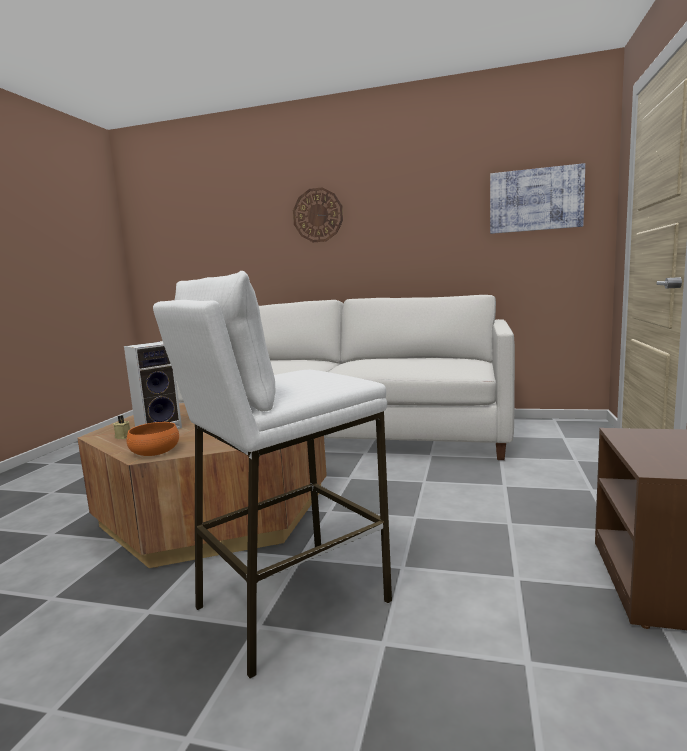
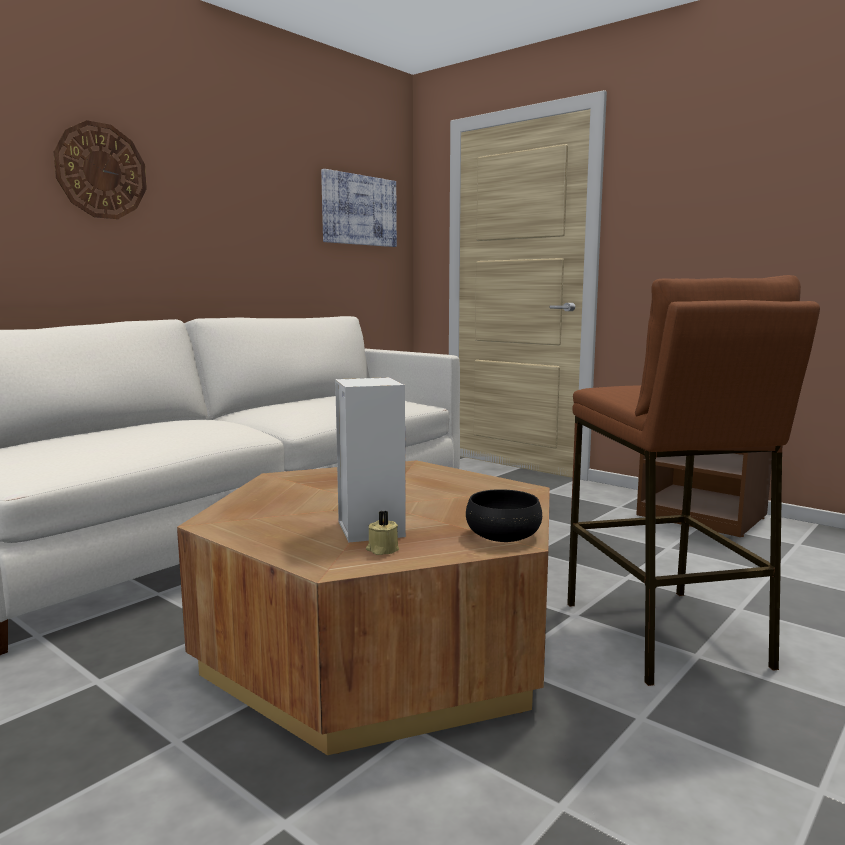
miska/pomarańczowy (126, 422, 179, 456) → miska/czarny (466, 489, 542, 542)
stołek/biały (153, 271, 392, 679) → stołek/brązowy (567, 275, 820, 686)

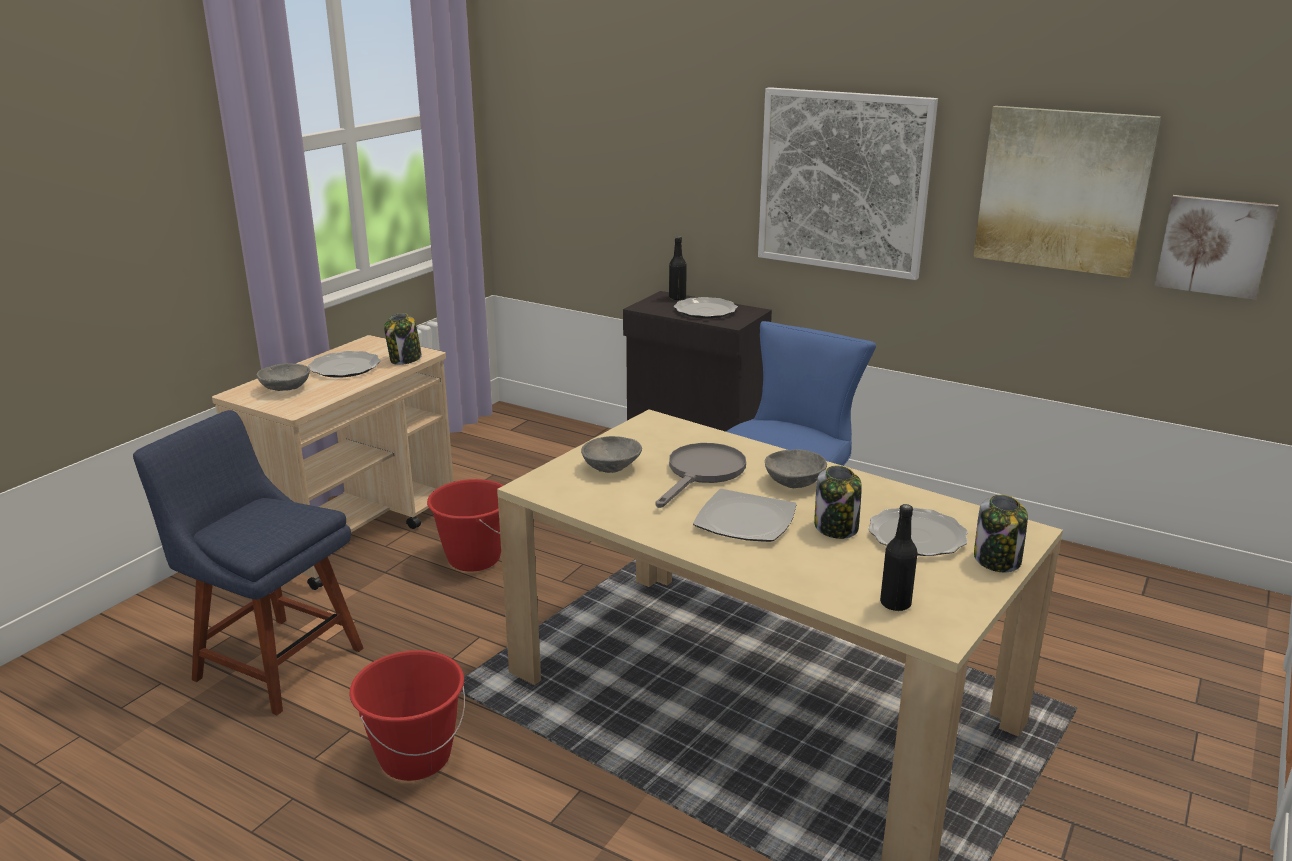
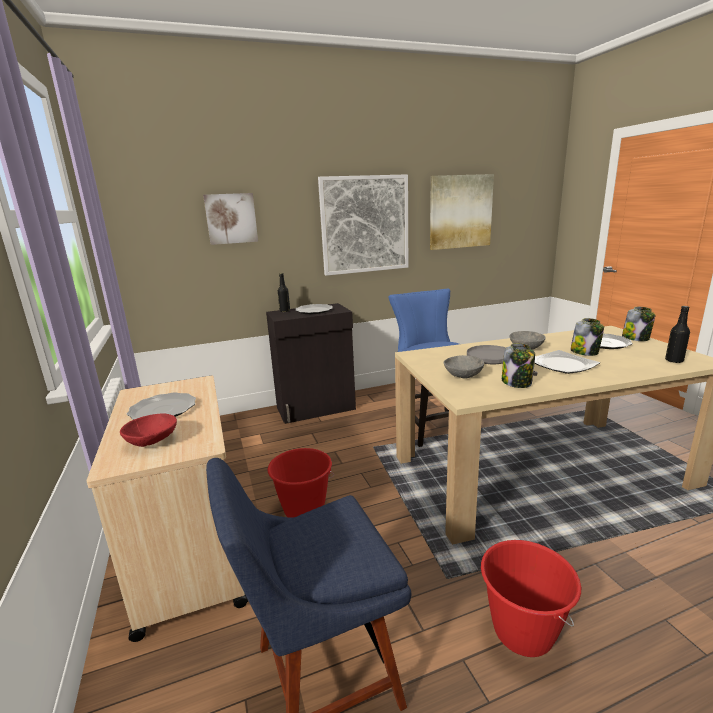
miska/szary (256, 363, 310, 391) → miska/czerwony (120, 414, 177, 447)
obraz (1154, 195, 1278, 300) → obraz (203, 193, 258, 245), relocated
słoik (384, 313, 422, 365) → słoik (502, 343, 535, 388), relocated

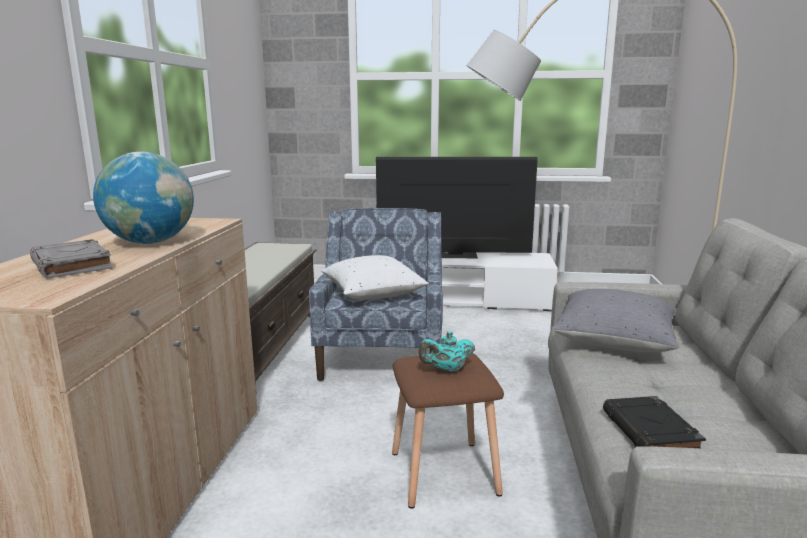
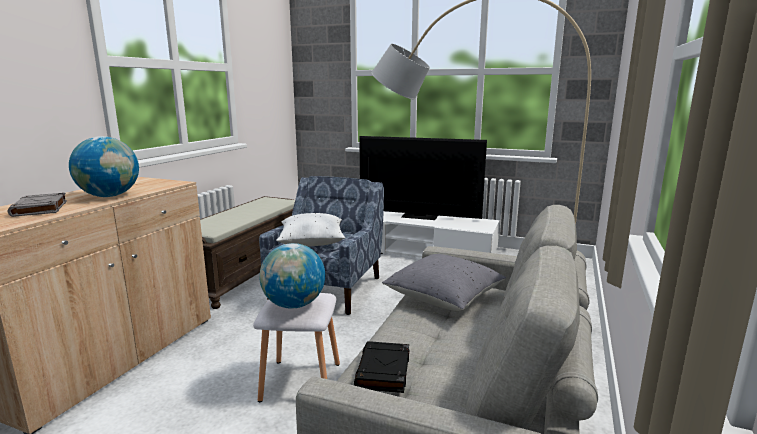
stołek/brązowy (392, 353, 504, 509) → stołek/biały (253, 293, 340, 402)
imbryk/turkusowy (418, 331, 475, 373) → globus (259, 243, 325, 309)

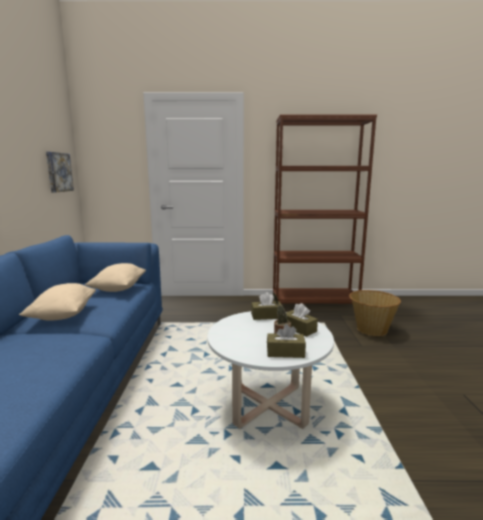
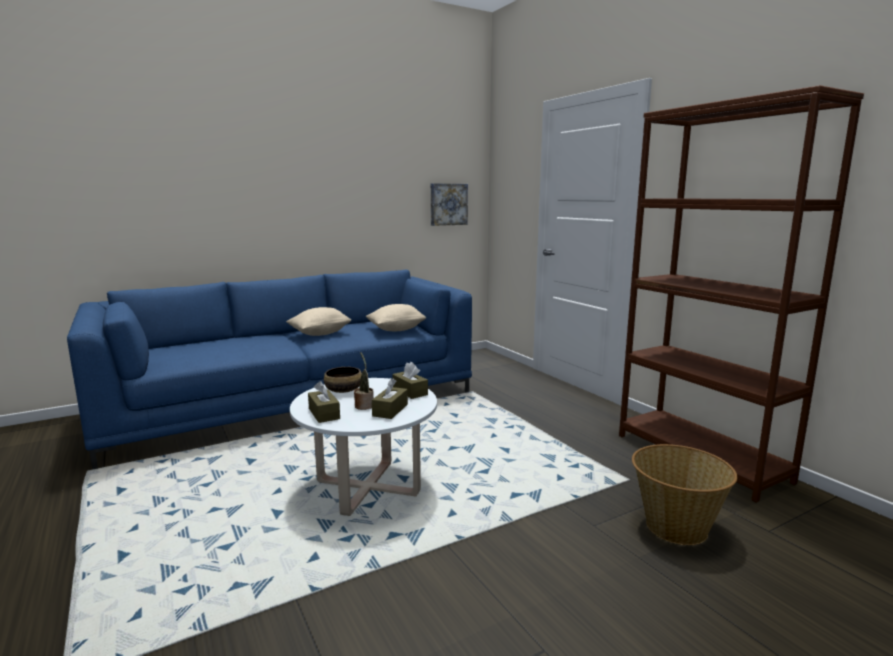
- → miska (324, 367, 362, 393)

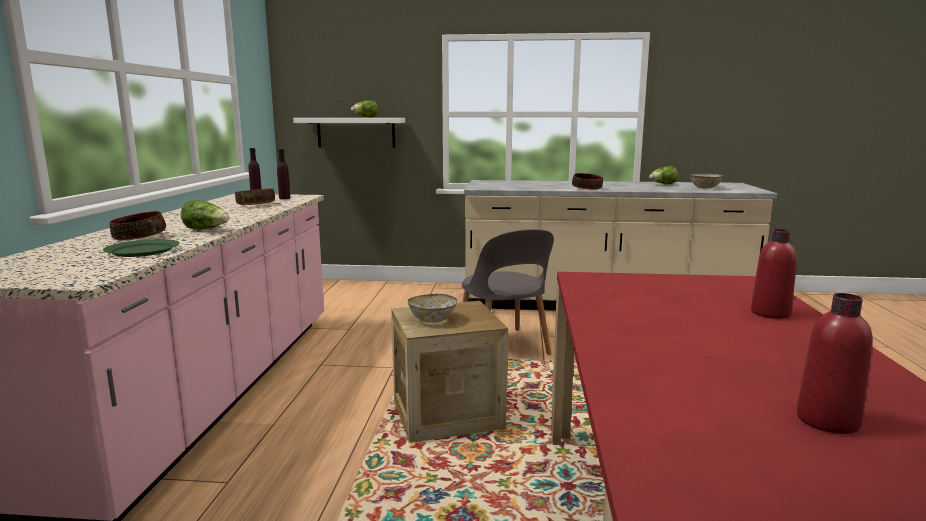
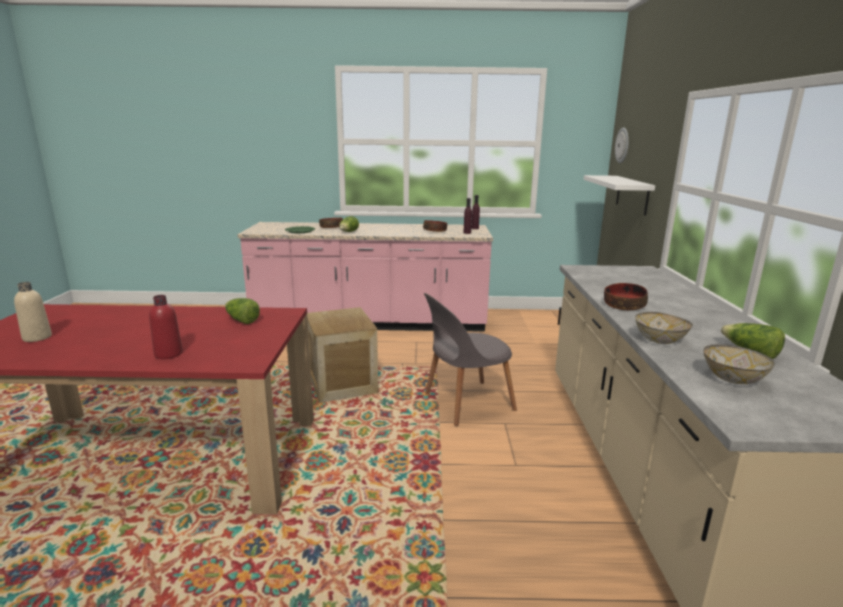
butelka/czerwony (796, 293, 873, 434) → butelka/beżowy (14, 282, 52, 342)
sałata (351, 100, 378, 117) → sałata (225, 298, 260, 324), relocated
- → zegar ścienny (615, 127, 629, 163)
miska (408, 294, 457, 323) → miska (635, 312, 693, 344), relocated

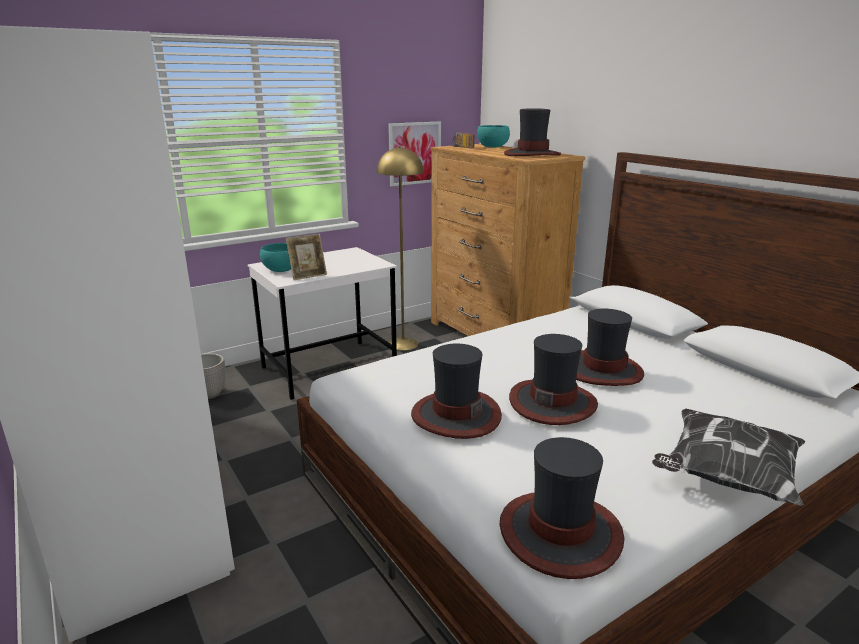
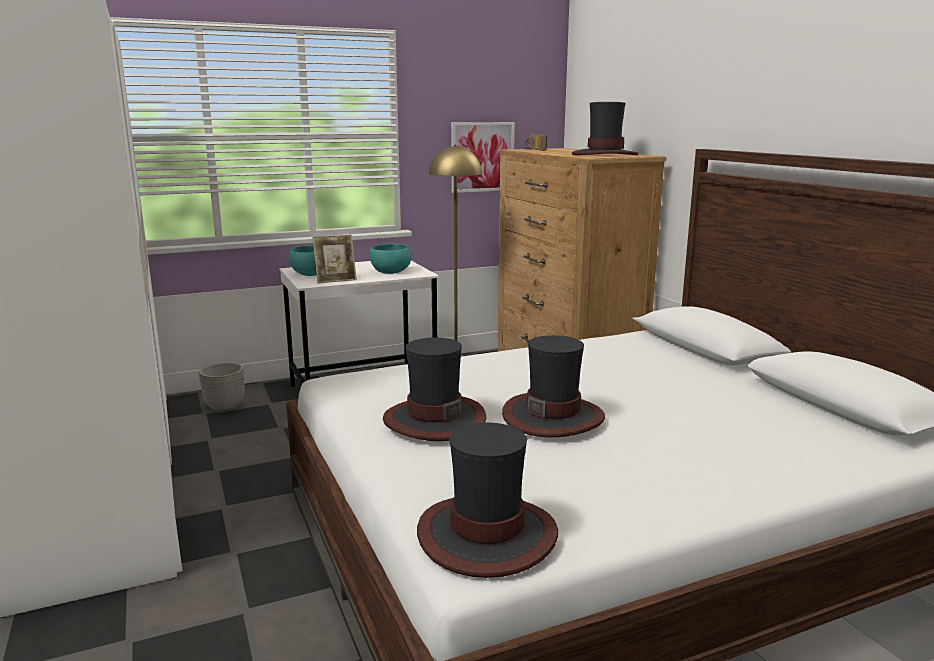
miska/turkusowy (477, 125, 510, 147) → miska/turkusowy (369, 244, 411, 274), relocated
kapelusz (576, 309, 644, 386) → -
poduszka (652, 409, 805, 506) → -

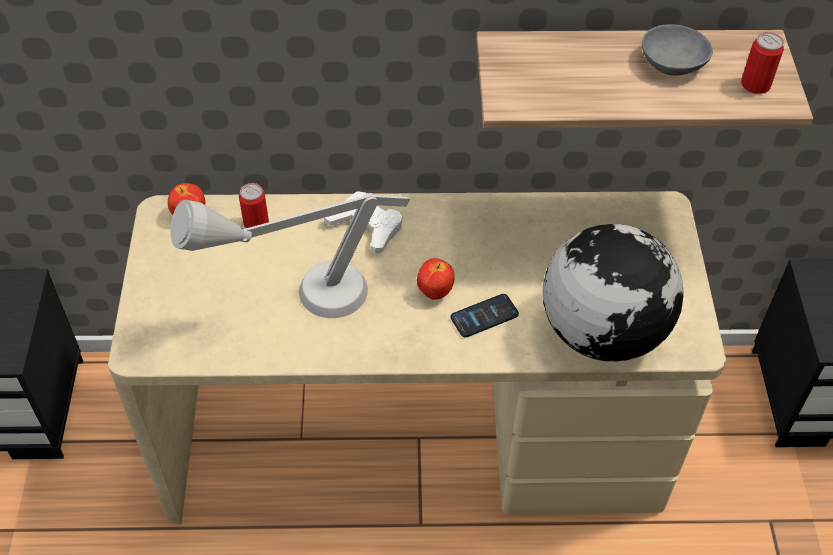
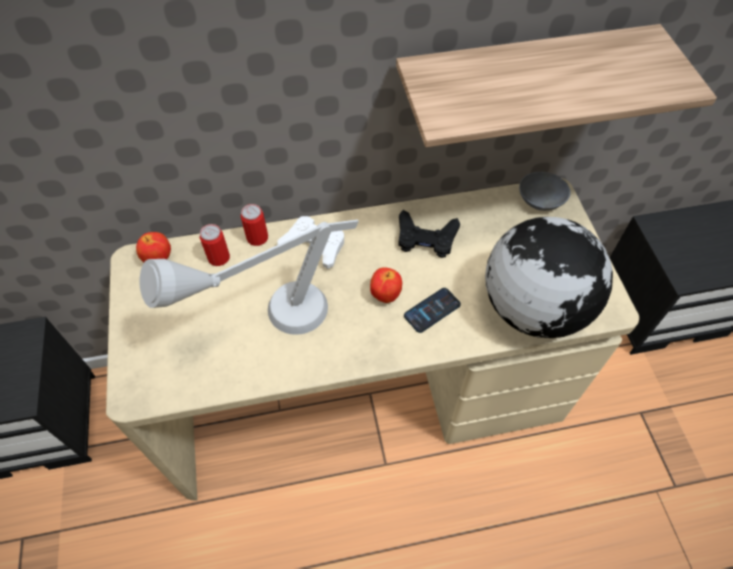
puszka (741, 32, 784, 94) → puszka (241, 204, 268, 246), relocated
- → pad do gier/czarny (398, 210, 460, 258)
miska/szary (642, 24, 713, 76) → miska/szary (519, 172, 571, 211), relocated

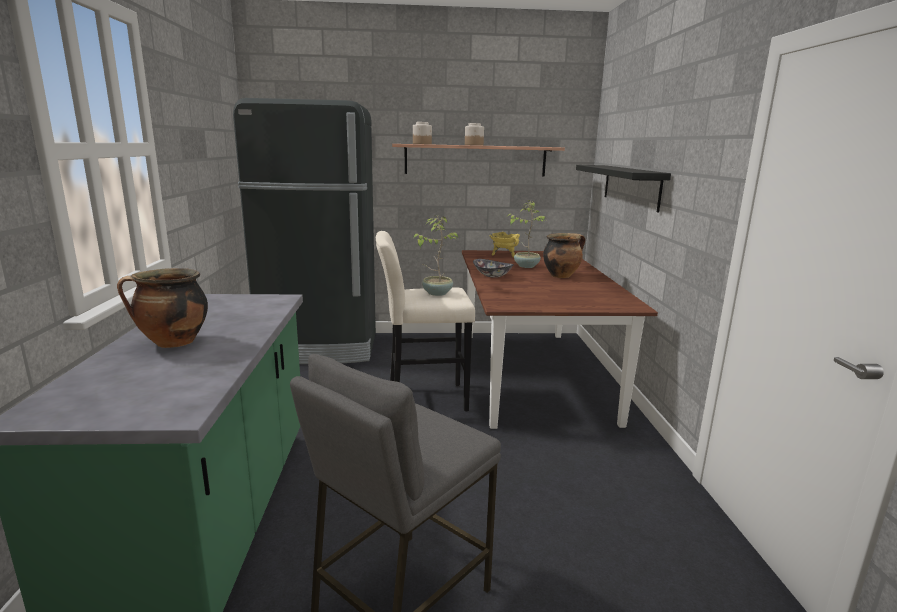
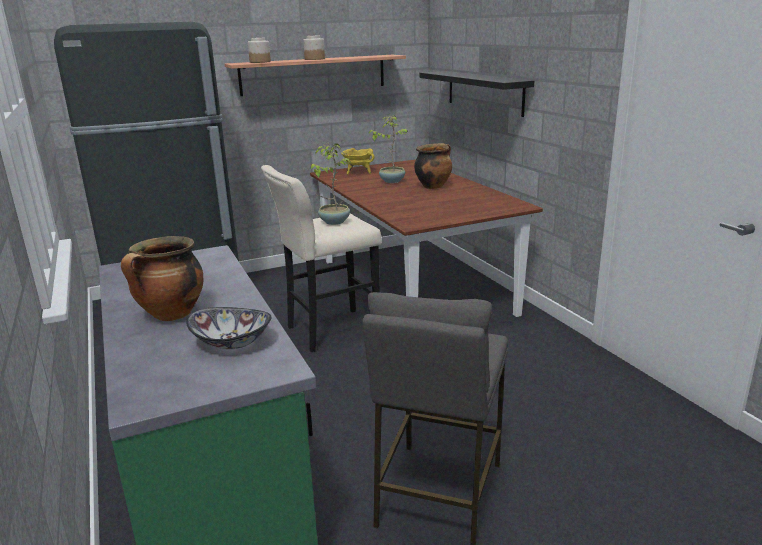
miska (473, 259, 514, 278) → miska (187, 307, 271, 349), relocated

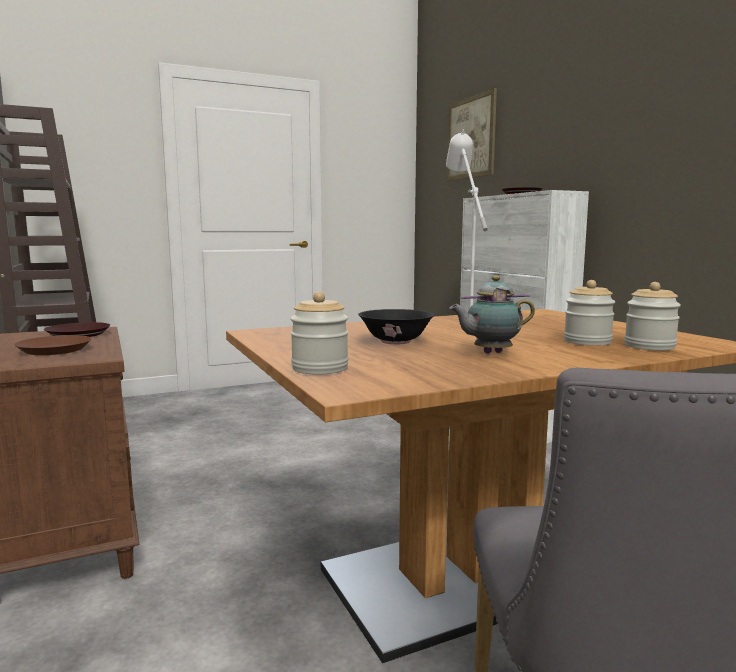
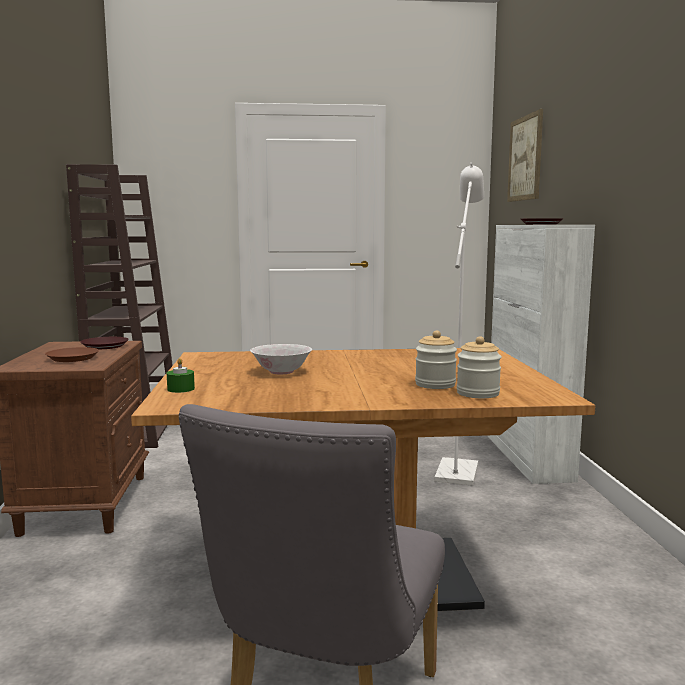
słoik (290, 292, 349, 375) → świeca/zielony (167, 358, 195, 393)
miska/czarny (358, 309, 434, 344) → miska/biały (250, 344, 312, 374)
imbryk (449, 275, 535, 354) → -

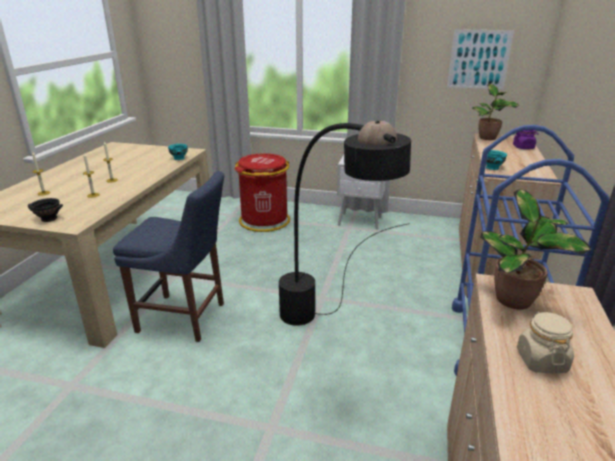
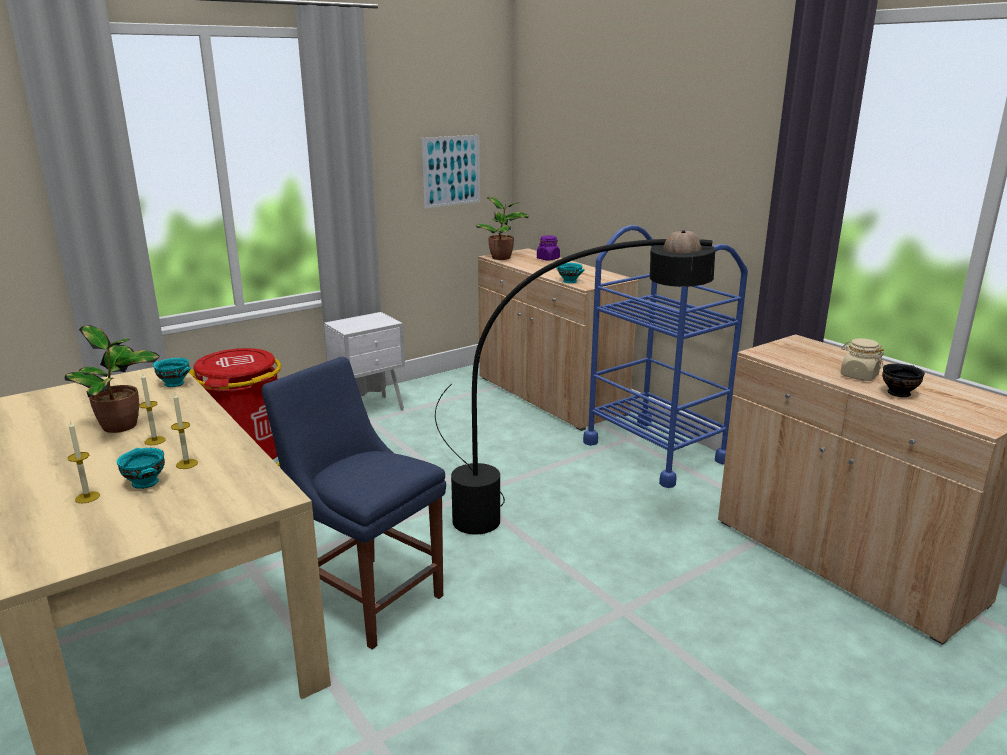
roślina doniczkowa (480, 189, 591, 309) → roślina doniczkowa (65, 325, 160, 433), relocated
- → miska/turkusowy (117, 448, 165, 489)
krzesło/niebieski (113, 171, 224, 342) → krzesło/niebieski (262, 357, 446, 650), 105 degrees counterclockwise
miska/czarny (28, 198, 63, 222) → miska/czarny (882, 364, 925, 397), relocated

